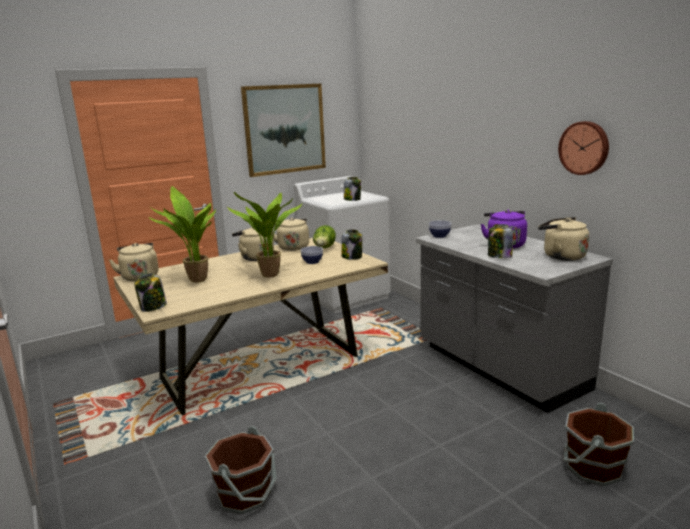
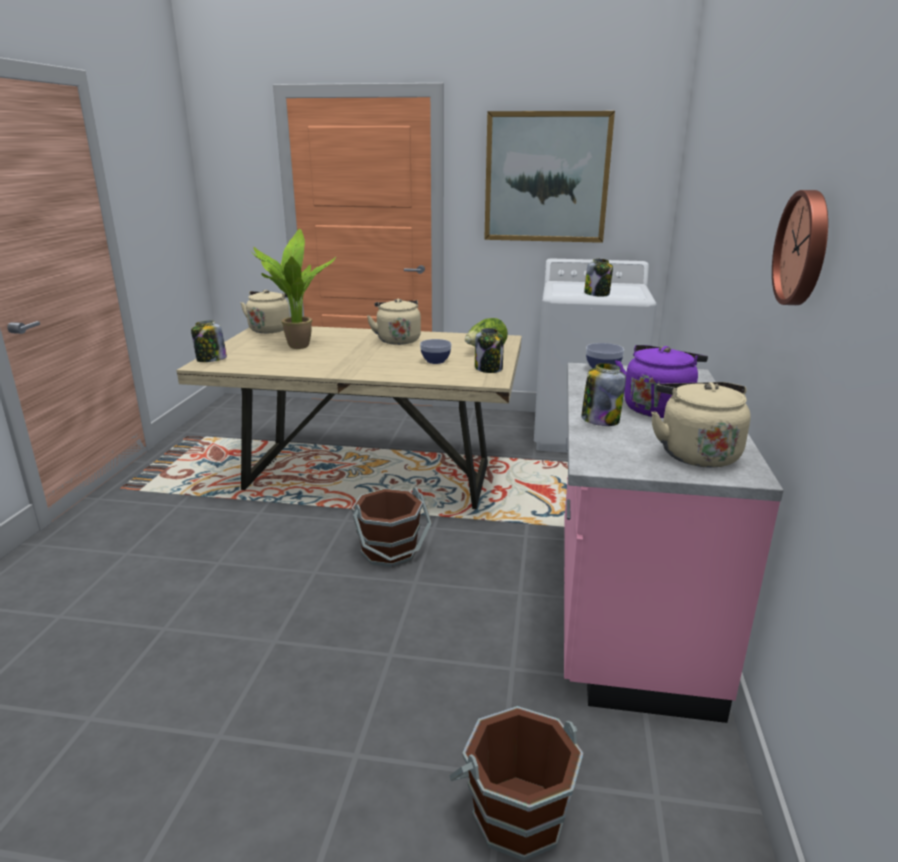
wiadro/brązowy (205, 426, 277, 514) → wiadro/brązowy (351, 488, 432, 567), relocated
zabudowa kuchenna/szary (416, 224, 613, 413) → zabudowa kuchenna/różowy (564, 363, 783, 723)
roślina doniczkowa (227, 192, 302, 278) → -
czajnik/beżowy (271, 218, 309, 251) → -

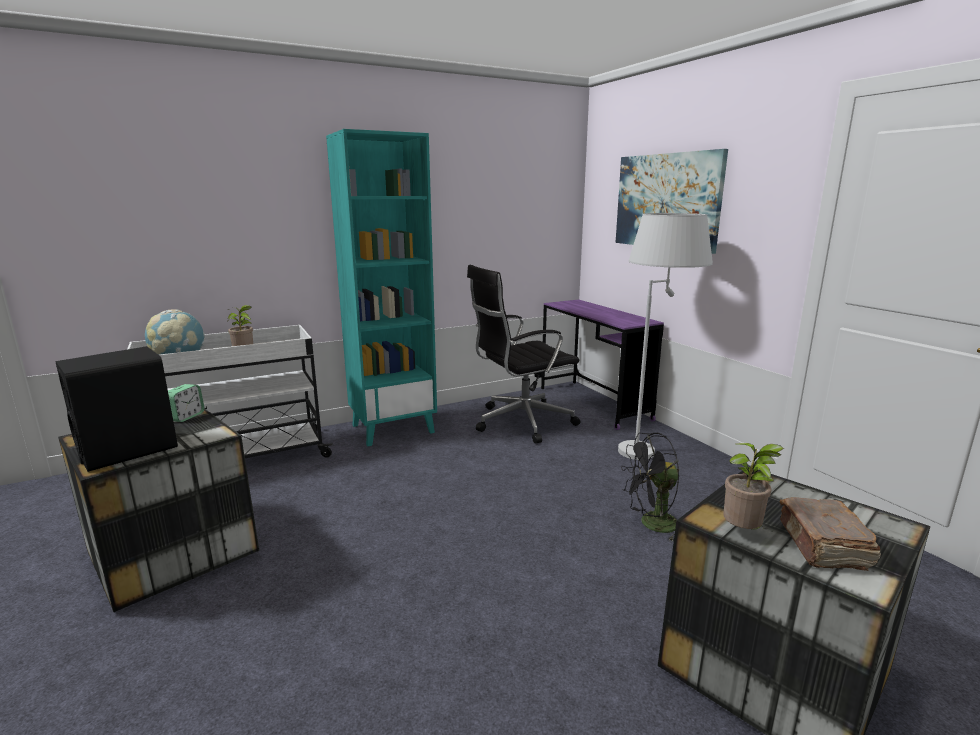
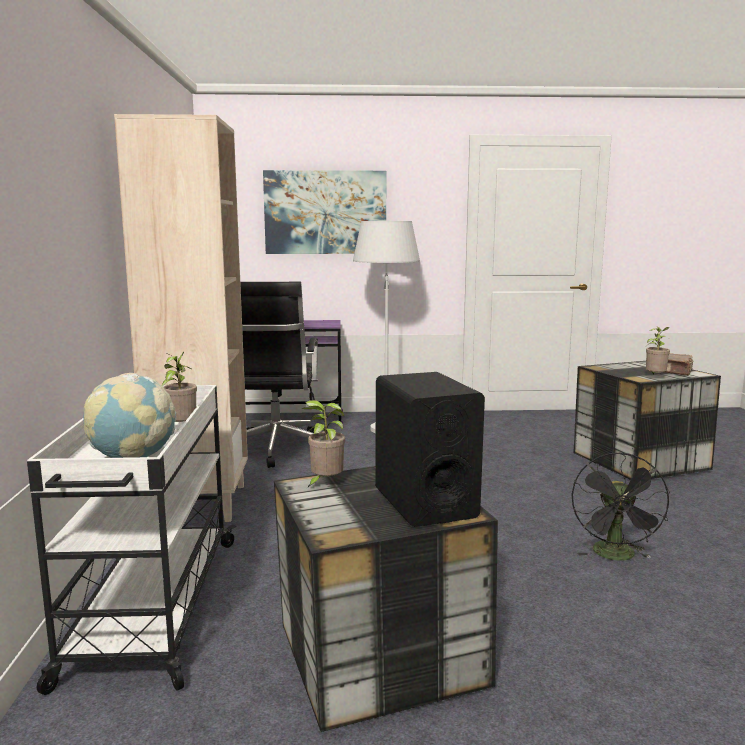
regał/turkusowy (326, 129, 437, 447) → regał/beżowy (114, 114, 248, 522)
budzik (168, 384, 204, 422) → roślina doniczkowa (302, 400, 345, 488)
wentylator/czarny (621, 433, 680, 541) → wentylator/czarny (572, 452, 670, 560), relocated

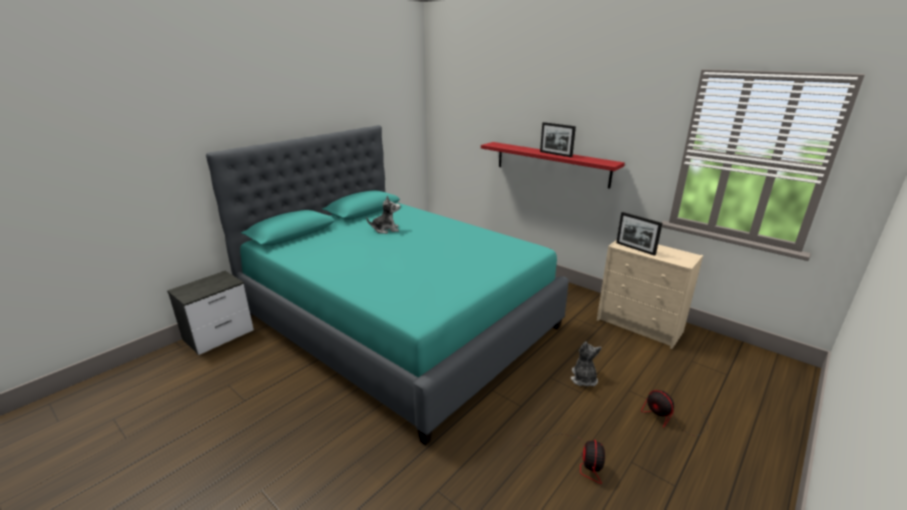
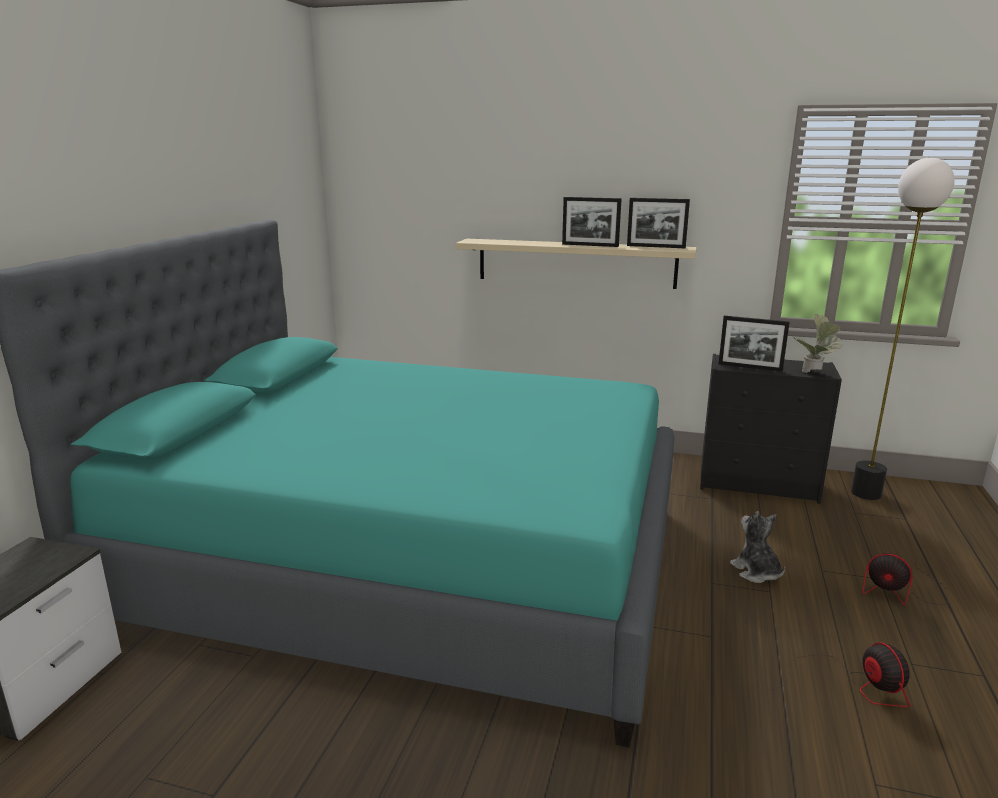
półka/czerwony (481, 142, 625, 189) → półka/beżowy (456, 239, 697, 289)
- → ramka na zdjęcie (627, 198, 690, 248)
komoda/beżowy (597, 240, 703, 349) → komoda/czarny (700, 354, 842, 504)
- → roślina doniczkowa (793, 314, 843, 373)
- → lampa stojąca (851, 158, 955, 500)
pluszak (366, 195, 400, 234) → -

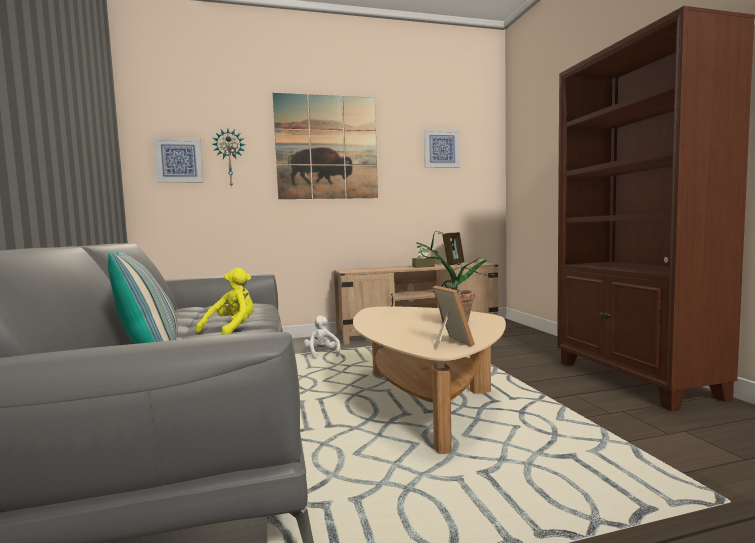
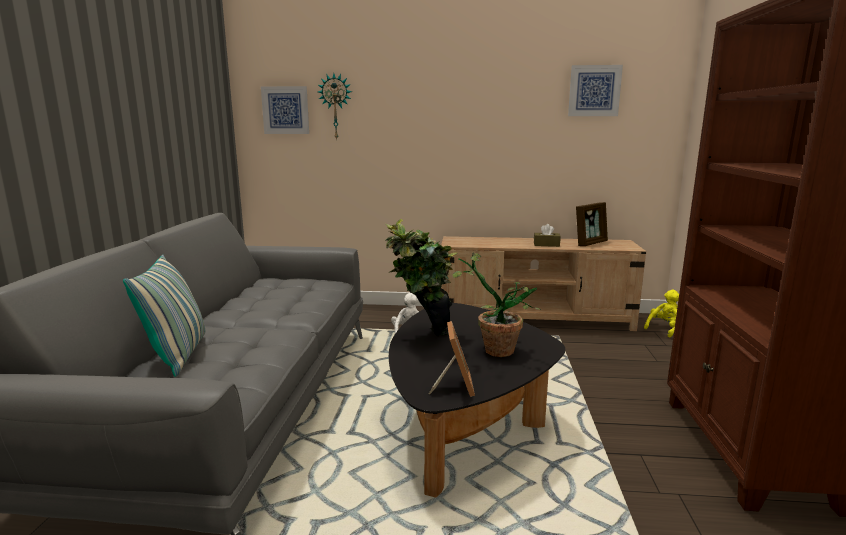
- → roślina doniczkowa (386, 219, 458, 336)
ława/beżowy (353, 306, 506, 454) → ława/czarny (389, 303, 565, 497)
pluszak/żółty (195, 268, 254, 335) → pluszak/żółty (644, 290, 679, 337), relocated
obraz (273, 93, 378, 199) → -

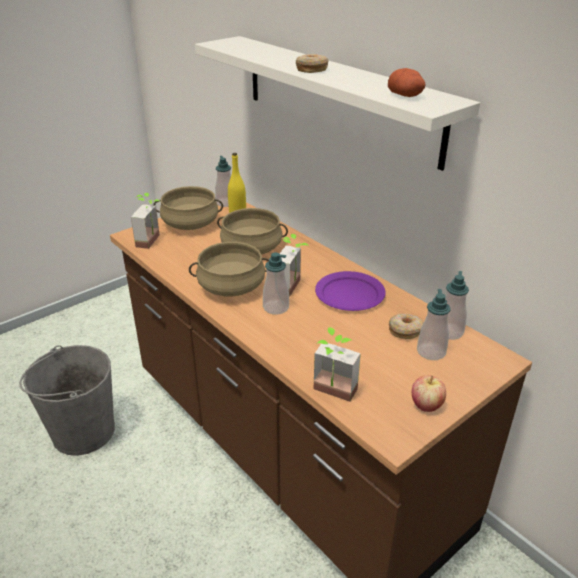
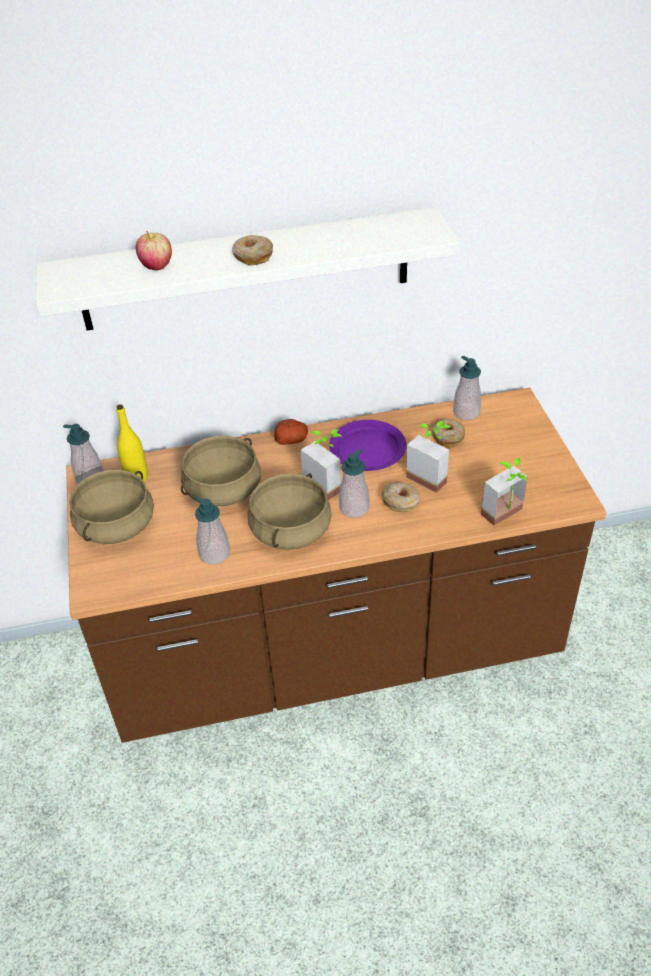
jabłko (412, 375, 446, 412) → jabłko (136, 231, 172, 270), relocated
dozownik mydła (417, 289, 451, 360) → dozownik mydła (194, 496, 230, 564), relocated
ziemniak (388, 68, 426, 97) → ziemniak (274, 419, 308, 445), relocated
- → donut (382, 482, 420, 512)
roślina doniczkowa (131, 193, 160, 249) → roślina doniczkowa (406, 421, 450, 493), relocated
wiadro/szary (19, 345, 115, 456) → -

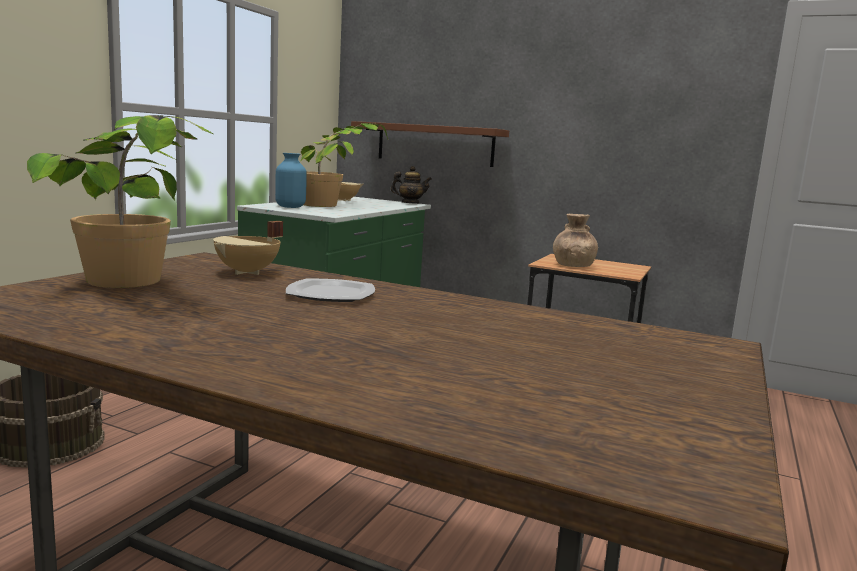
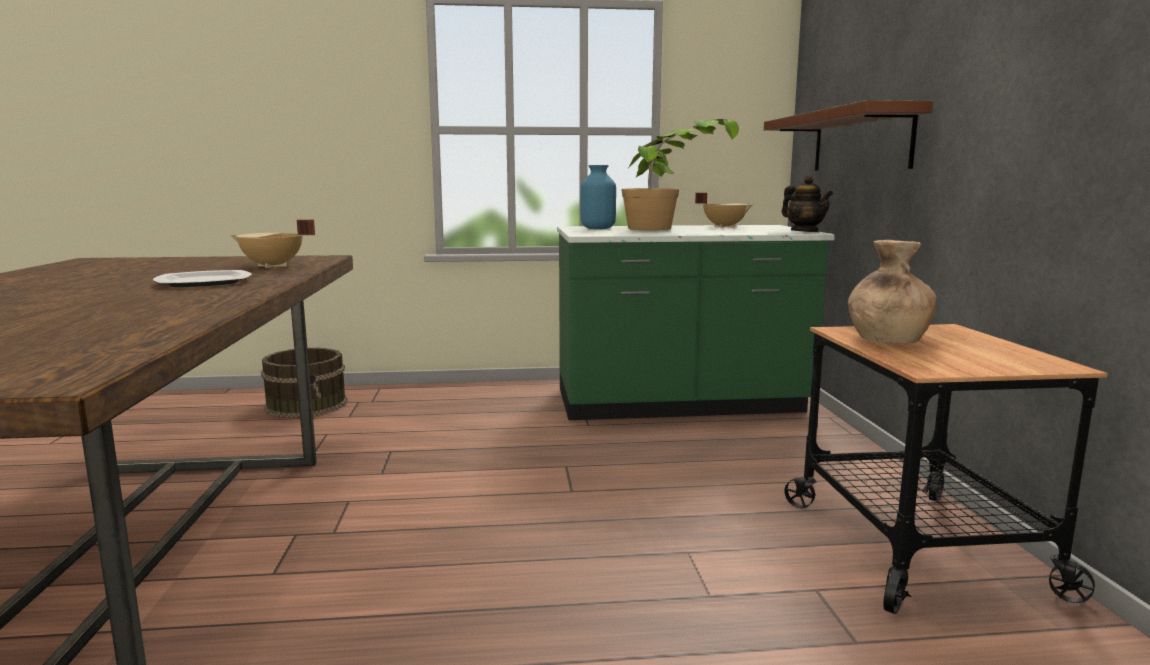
roślina doniczkowa (27, 115, 213, 288) → -

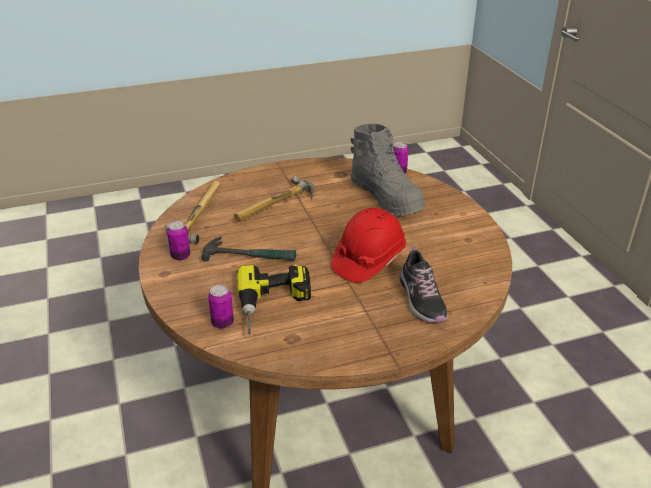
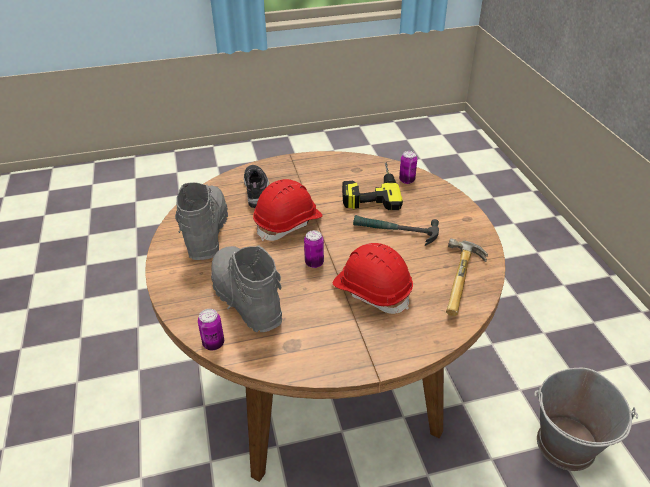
- → but z cholewką/szary (175, 182, 228, 260)
puszka (167, 221, 190, 261) → puszka (304, 230, 324, 268), relocated
młotek (234, 175, 314, 221) → kask/czerwony (333, 243, 413, 314)
- → wiadro/szary (534, 368, 638, 471)

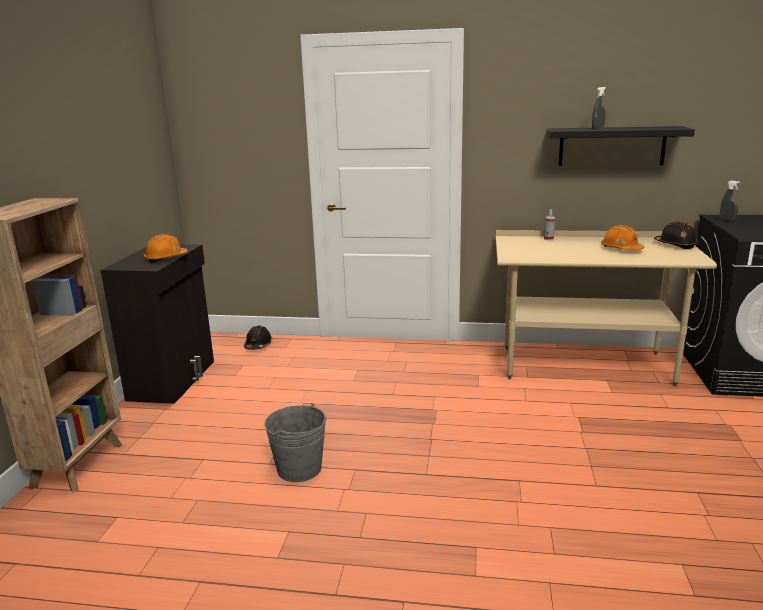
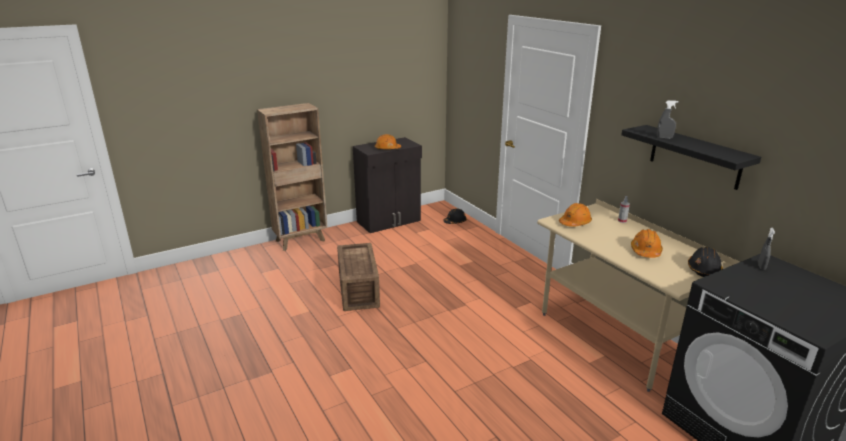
wiadro/szary (264, 403, 326, 482) → skrzynka (337, 243, 380, 311)
- → kask/pomarańczowy (559, 203, 592, 227)

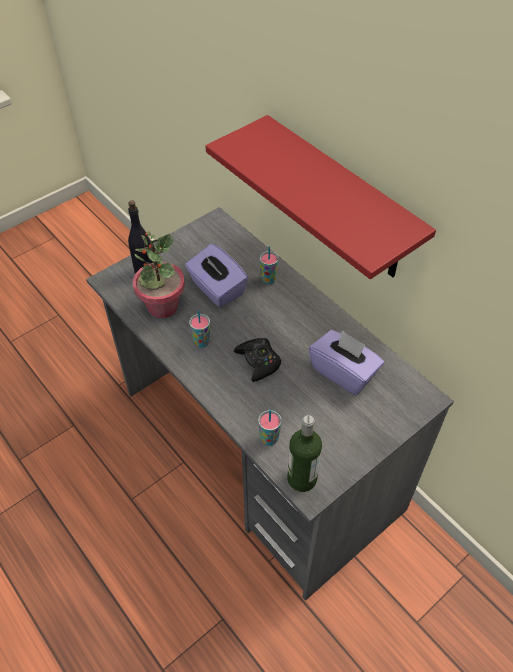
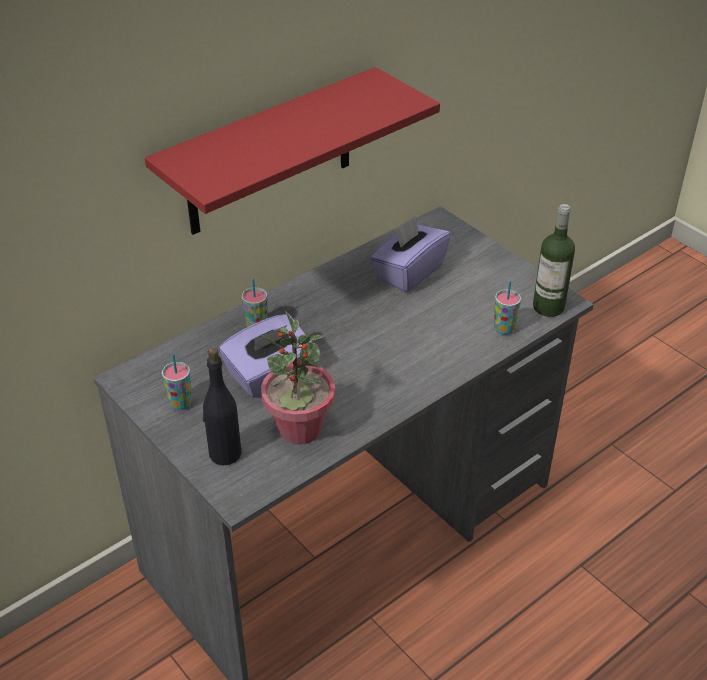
filiżanka (189, 310, 210, 348) → filiżanka (162, 354, 192, 410), relocated
pad do gier/czarny (234, 338, 281, 382) → -

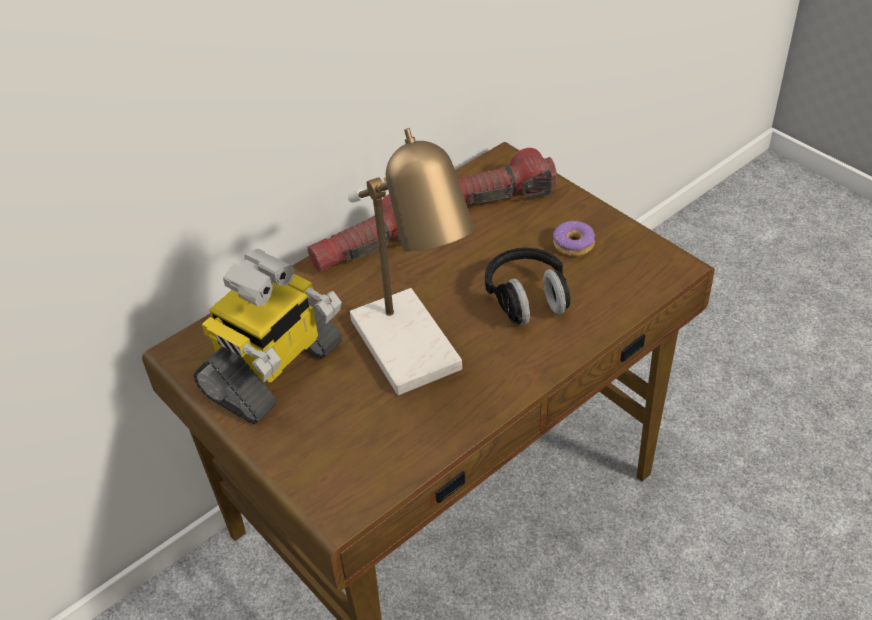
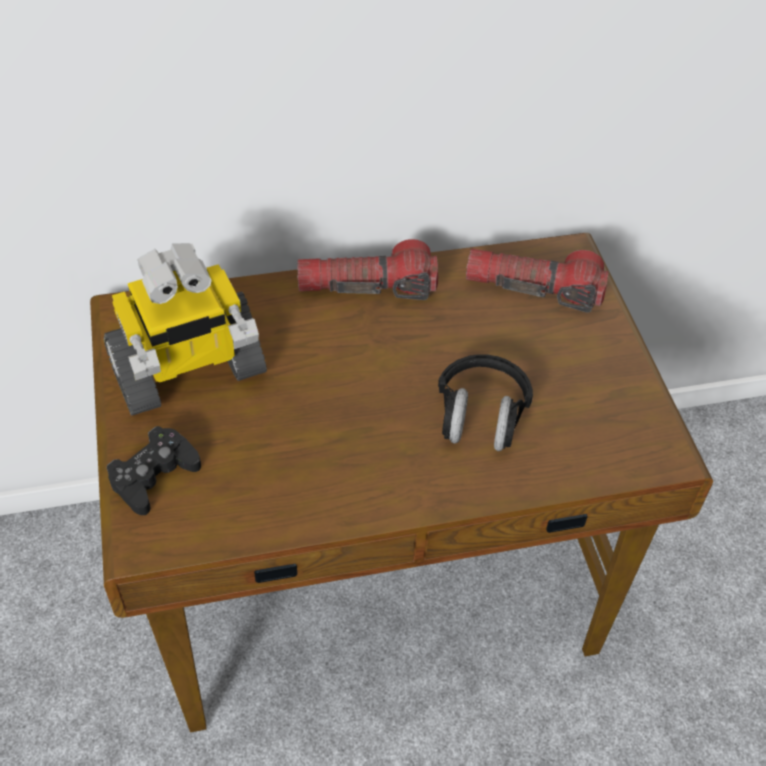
- → pad do gier/czarny (107, 426, 201, 515)
lampa stołowa (348, 128, 474, 395) → -
donut (553, 221, 595, 256) → -

